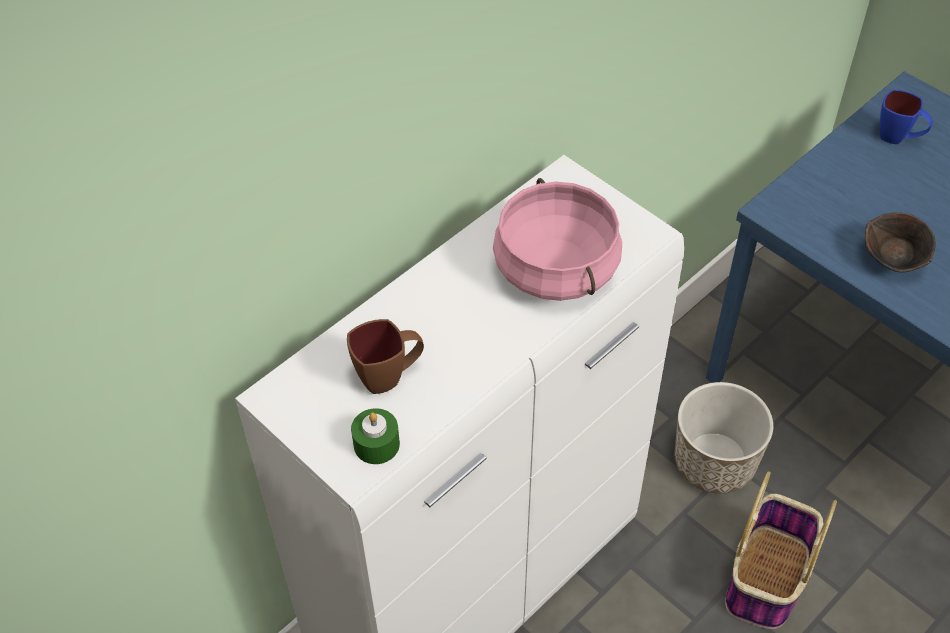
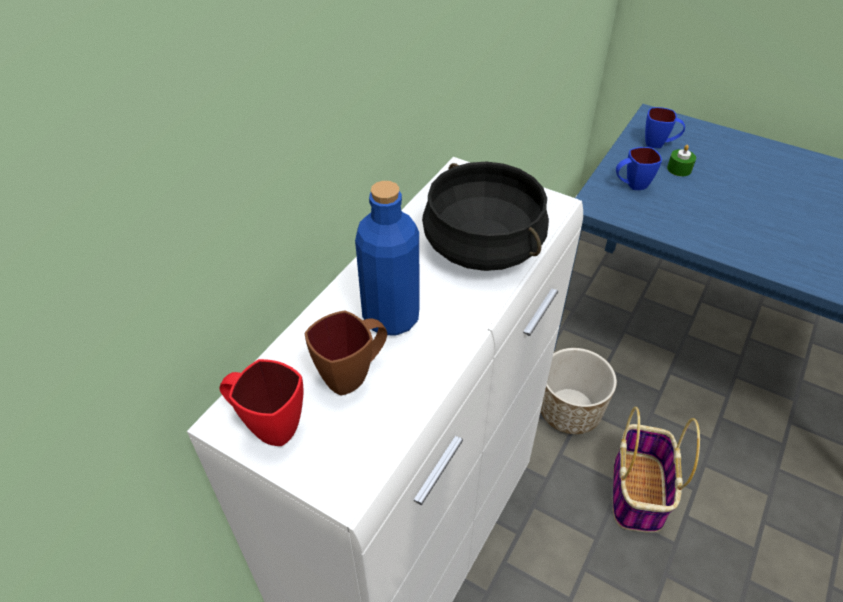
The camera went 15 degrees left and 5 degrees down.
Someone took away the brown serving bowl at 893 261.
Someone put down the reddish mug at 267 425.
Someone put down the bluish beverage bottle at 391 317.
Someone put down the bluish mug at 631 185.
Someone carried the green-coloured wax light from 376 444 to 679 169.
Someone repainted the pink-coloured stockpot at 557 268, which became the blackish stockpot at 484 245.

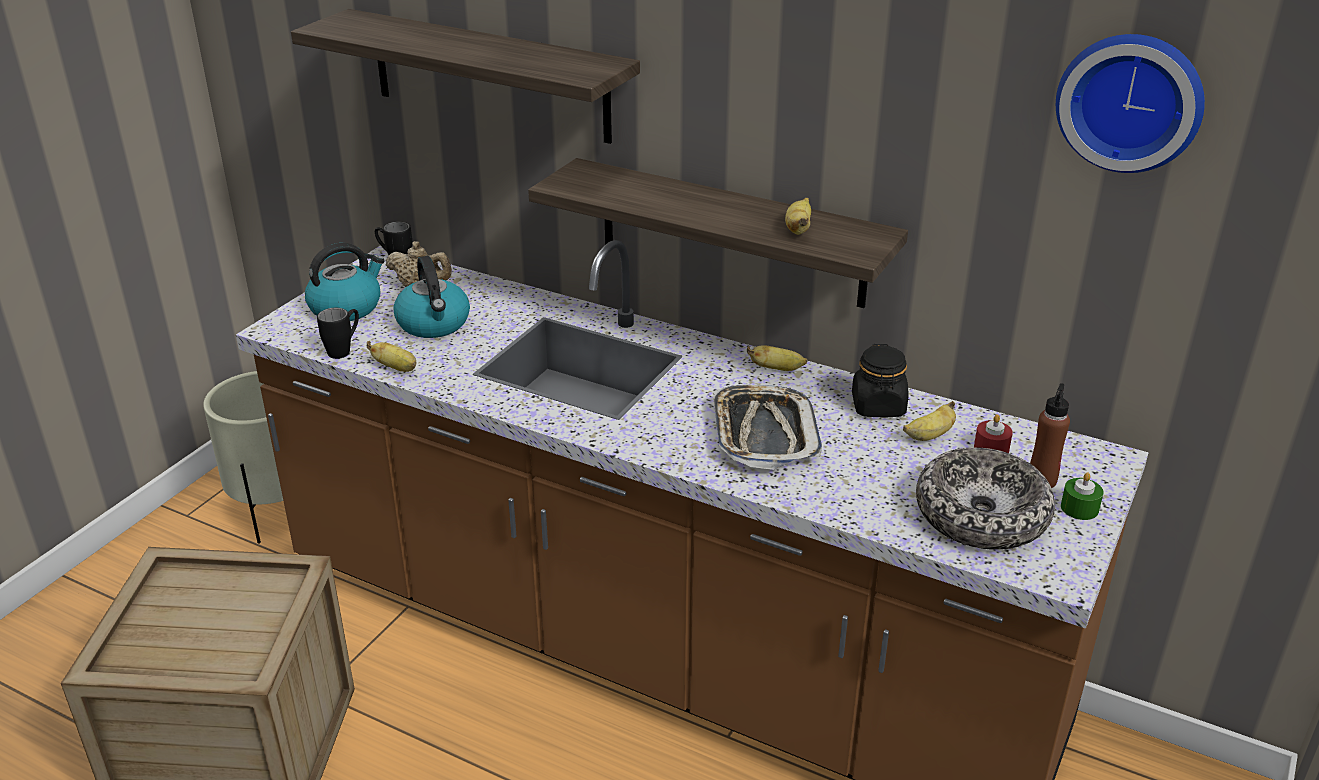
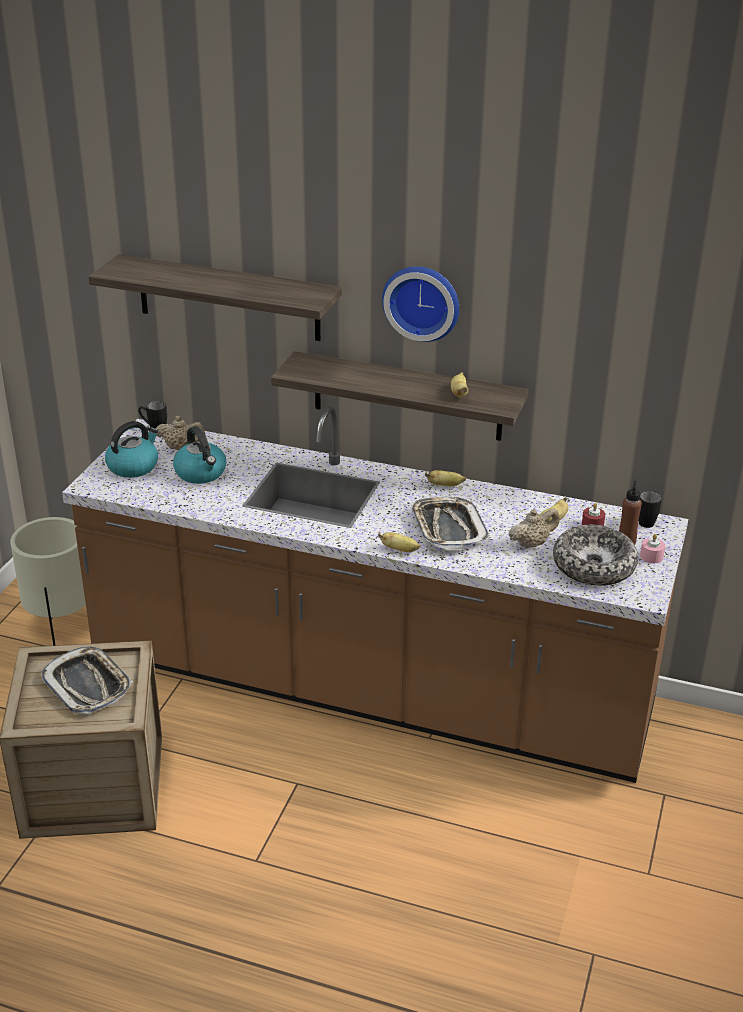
The camera went 10 degrees left and 0 degrees up.
Someone took away the blackish jar at 878 406.
Someone put down the tray at 88 685.
Someone put down the beige-coloured tea pot at 532 544.
Someone carried the blackish mug from 344 350 to 647 520.
Someone carried the whole banana from 396 368 to 400 550.
Someone carried the hanging clock from 1130 100 to 422 301.
Someone repainted the green-coloured wax light at 1079 508, which became the pink-coloured wax light at 651 556.

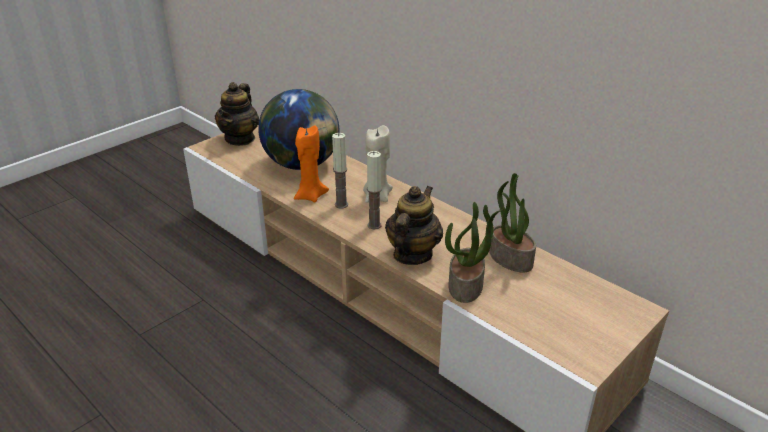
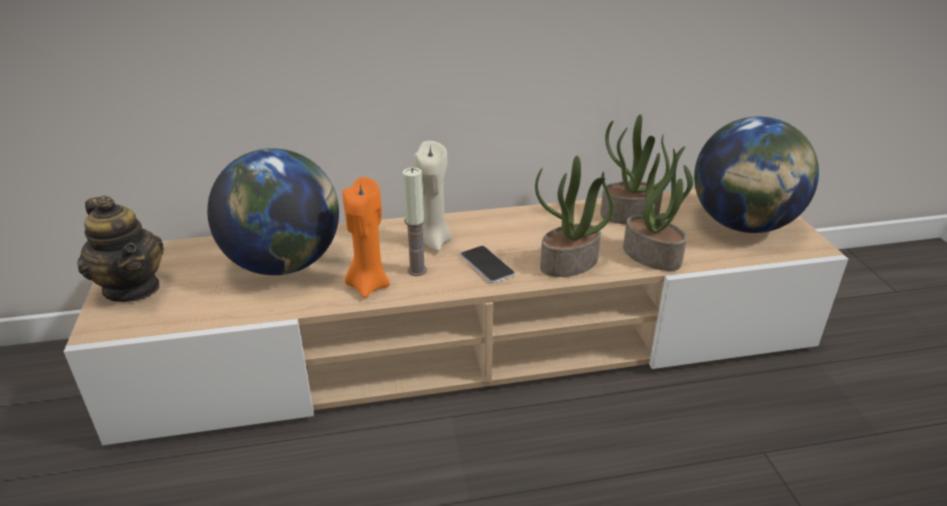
The camera went 55 degrees left and 0 degrees up.
Someone put down the desk globe at 743 225.
Someone swapped the wax light at 374 225 for the handset at 487 265.
Someone swapped the tea pot at 412 254 for the plant in a pot at 569 264.

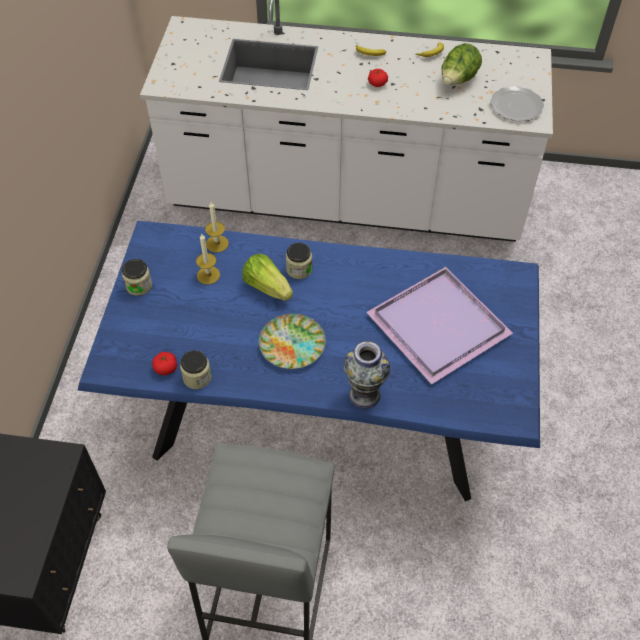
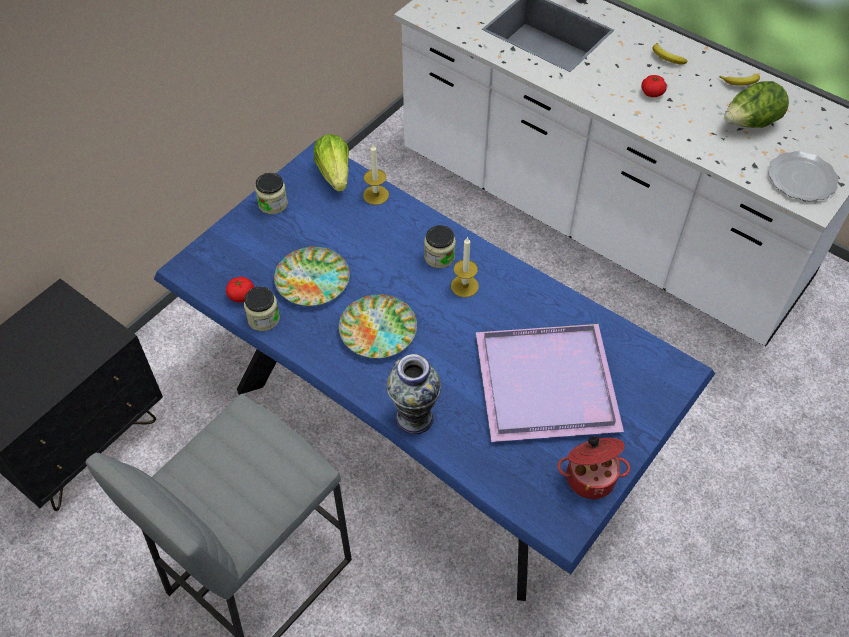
The camera went 30 degrees right and 0 degrees up.
Someone put down the plate at 312 279.
Someone put down the stockpot at 590 476.
Someone carried the wax light from 208 275 to 464 286.
Someone carried the lettuce from 267 287 to 335 174.

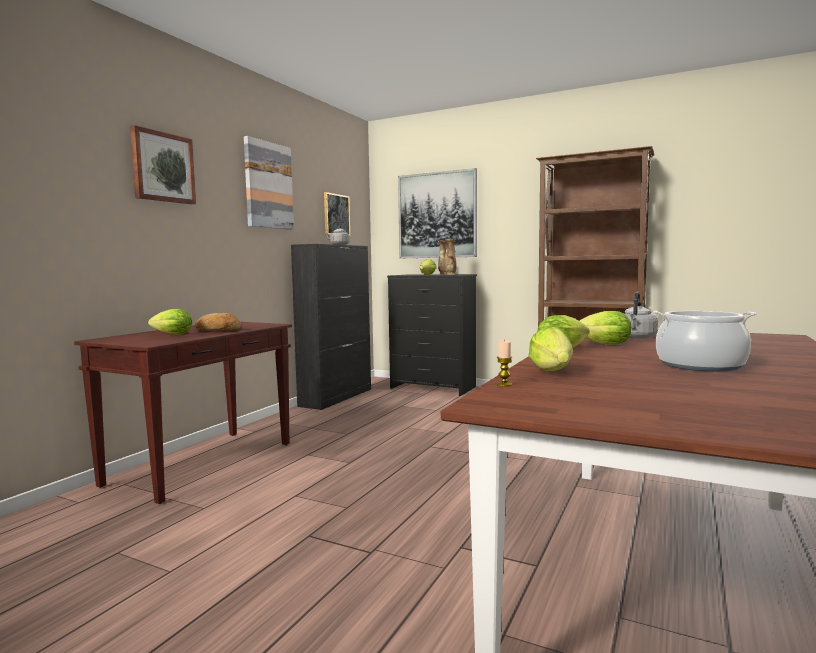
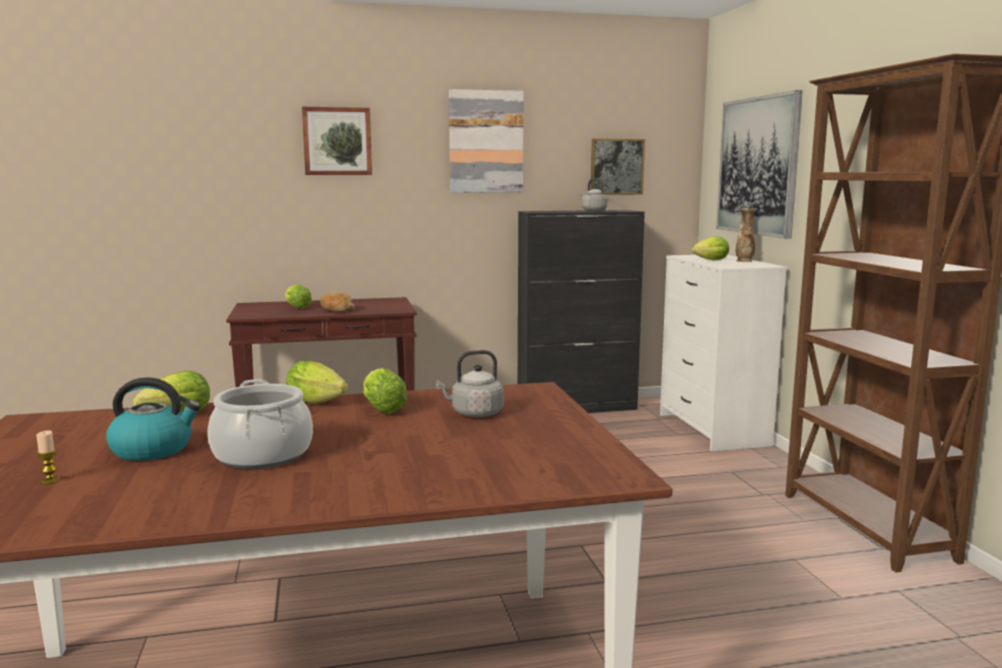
The camera went 50 degrees right and 5 degrees up.
Someone took away the decorative vase at 450 274.
Someone put down the tea kettle at 153 449.
Someone carried the wax light from 504 384 to 50 481.
Someone repainted the blackish drawer chest at 432 387, which became the white-coloured drawer chest at 712 429.

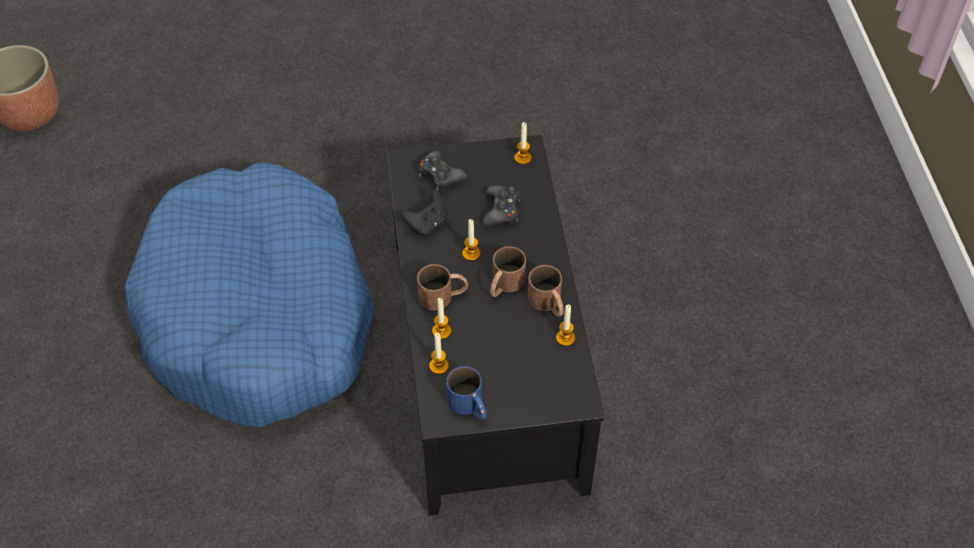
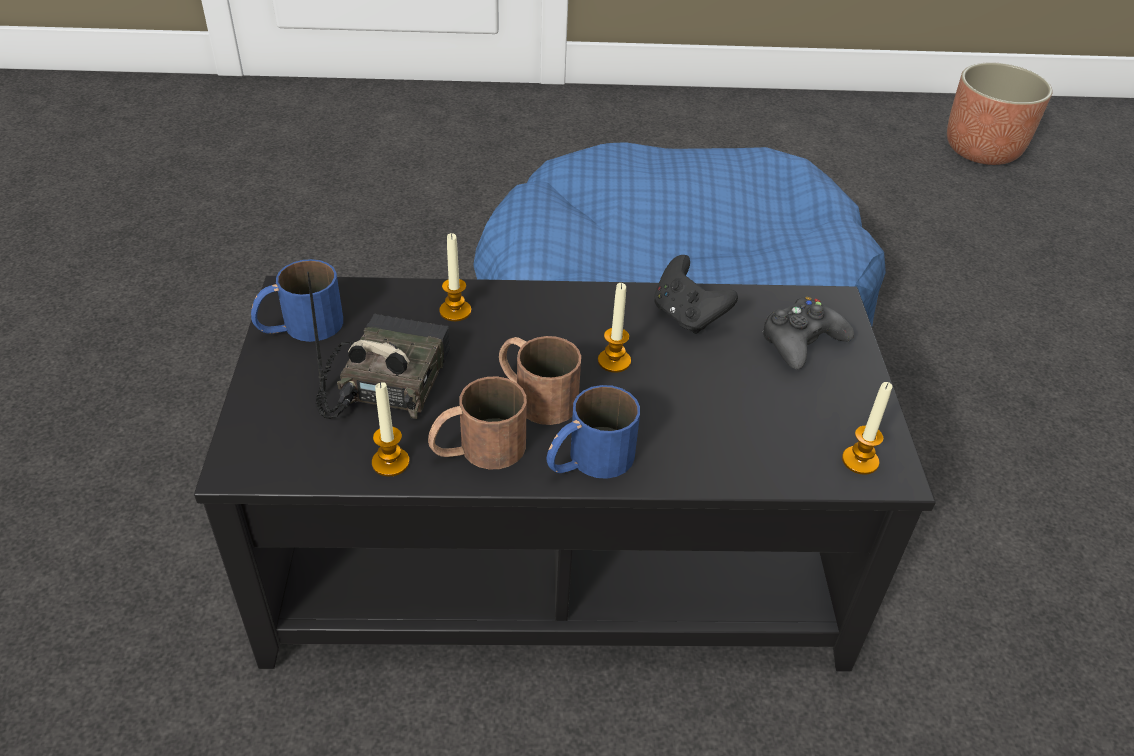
The camera went 95 degrees right and 10 degrees down.
Someone took away the brown mug at 443 295.
Someone took away the wax light at 439 366.
Someone took away the blackish game controller at 501 210.
Someone put down the radio at 385 380.
Someone put down the bluish mug at 588 460.

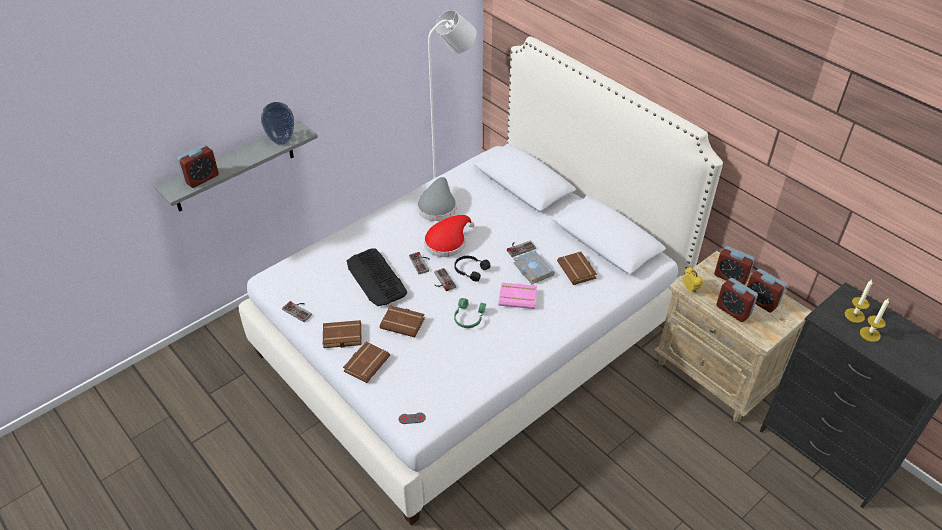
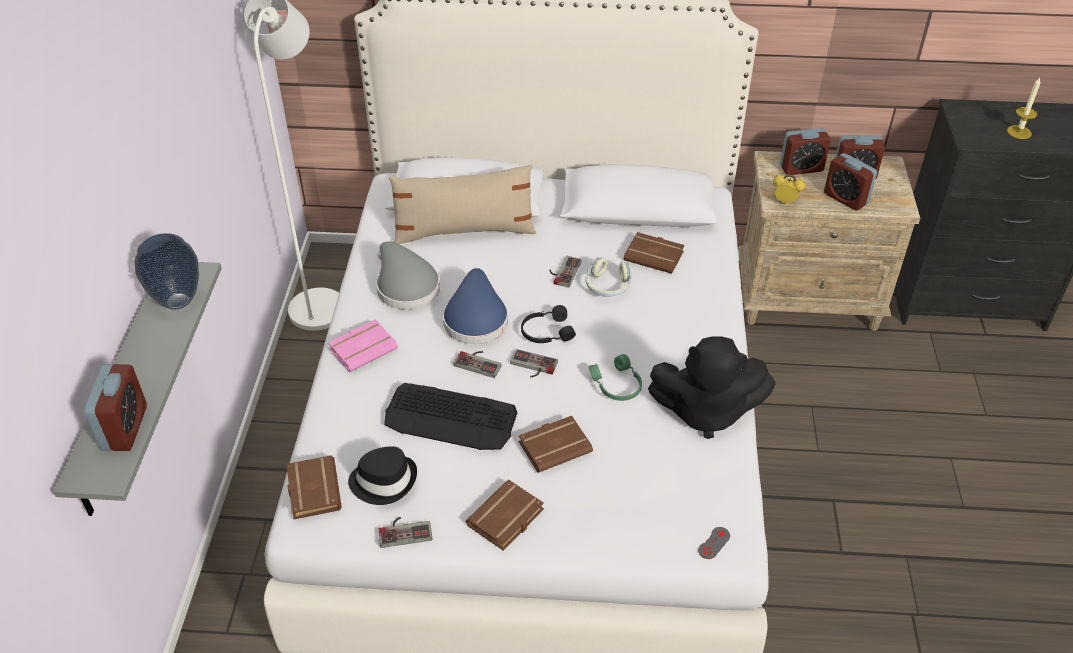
The camera went 45 degrees left and 0 degrees up.
Someone took away the wax light at 854 315.
Someone put down the blackish hat at 384 480.
Someone put down the beige-coloured pillow at 464 231.
Someone put down the blackish soft toy at 705 411.
Someone carried the brown volume from 366 363 to 312 490.
Someone carried the pink-coloured volume from 518 297 to 363 348.
Someone swapped the greyish volume at 531 269 for the headset at 608 286.
Someone repainted the reddish hat at 447 242, which became the bluish hat at 475 318.
Someone rotated the alarm clock at 733 311 by 45 degrees clockwise.

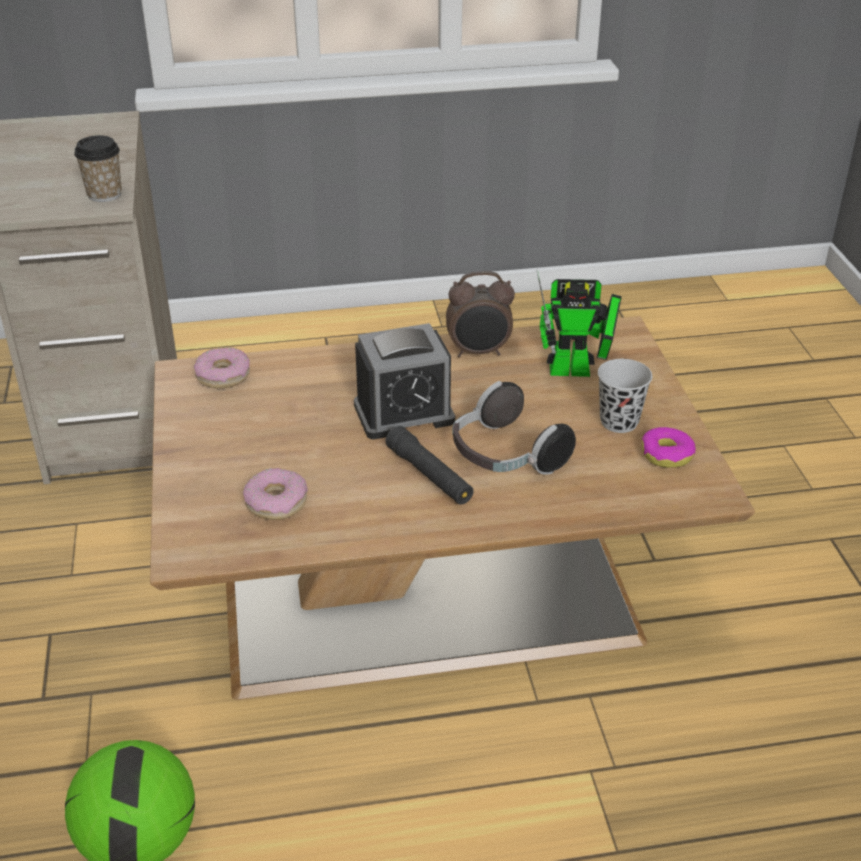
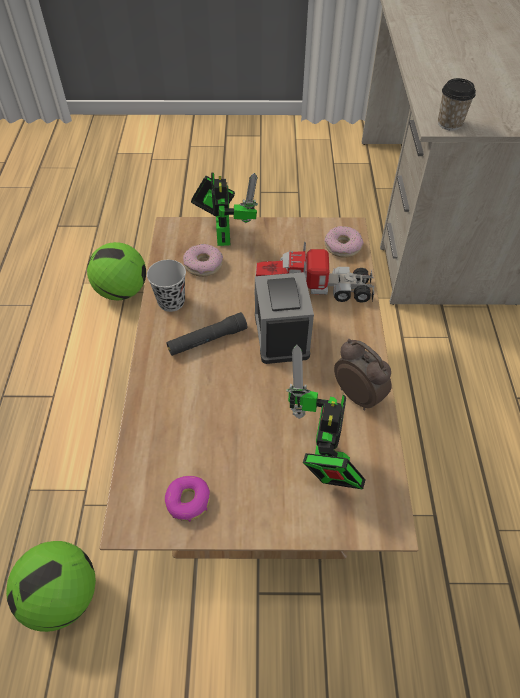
The camera went 100 degrees right and 15 degrees up.
Someone took away the headset at 505 456.
Someone put down the football at 62 596.
Someone put down the toy robot at 223 233.
Someone put down the toy truck at 313 289.
Someone carried the blackish drinking cup from 619 422 to 171 302.
Someone rotated the alarm clock at 479 352 by 135 degrees clockwise.

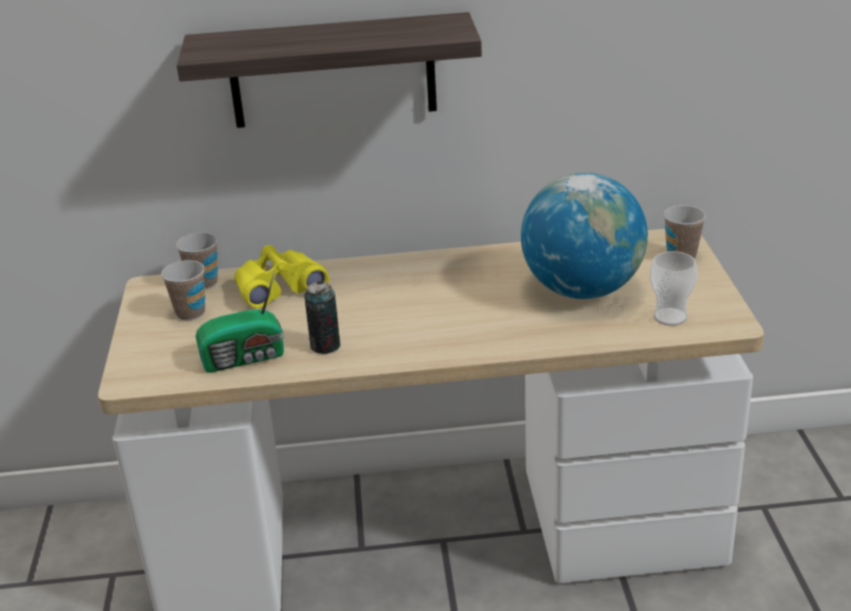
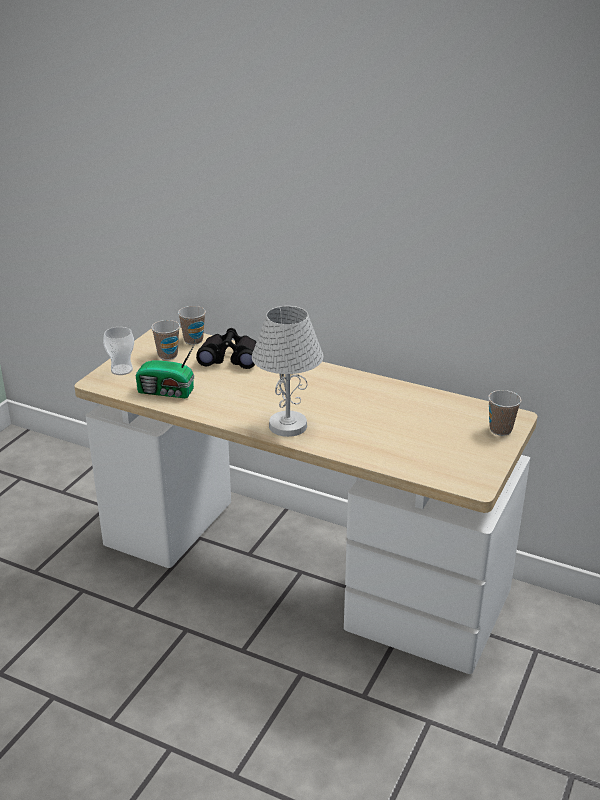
The camera went 30 degrees right and 0 degrees up.
Someone took away the wall shelf at 332 71.
Someone took away the metal can at 325 346.
Someone took away the desk globe at 582 290.
Someone put down the white-coloured table lamp at 287 426.
Someone carried the drinking cup from 670 317 to 121 370.
Someone repainted the yellowish pair of binoculars at 279 288, which became the blackish pair of binoculars at 229 358.

